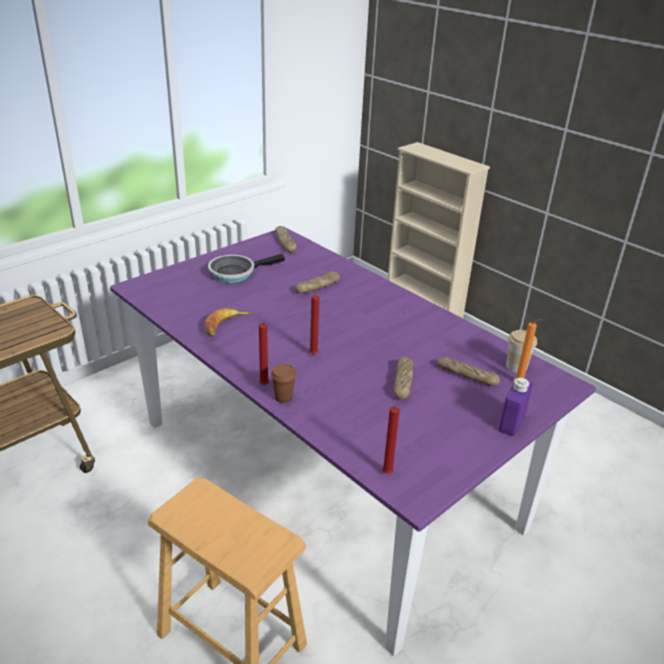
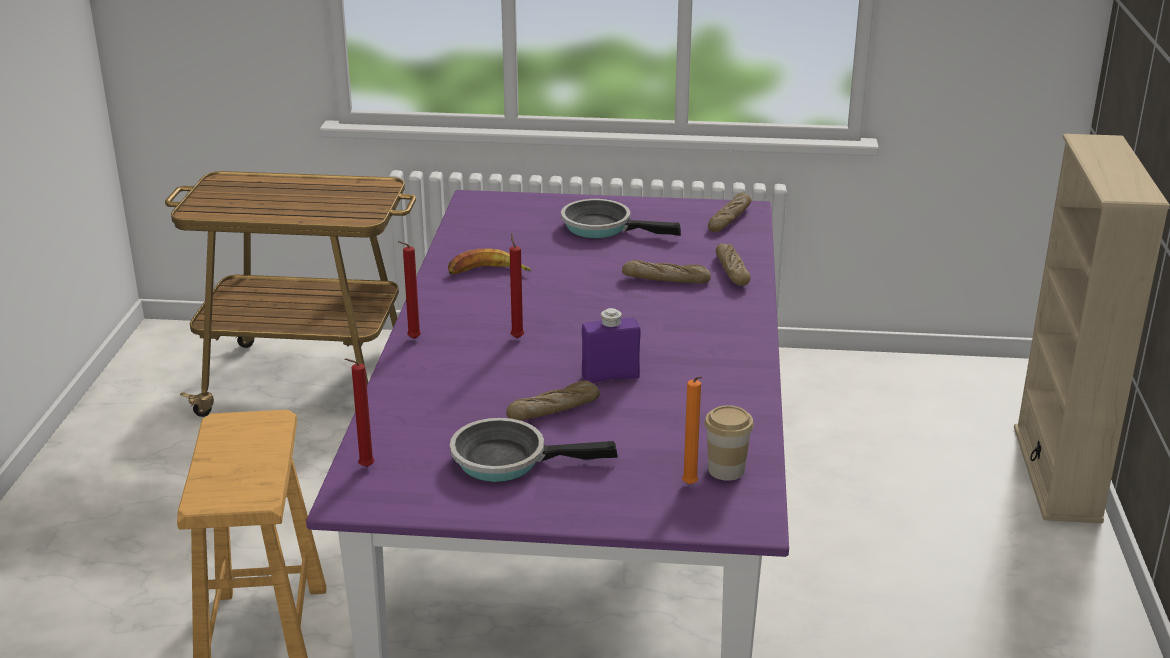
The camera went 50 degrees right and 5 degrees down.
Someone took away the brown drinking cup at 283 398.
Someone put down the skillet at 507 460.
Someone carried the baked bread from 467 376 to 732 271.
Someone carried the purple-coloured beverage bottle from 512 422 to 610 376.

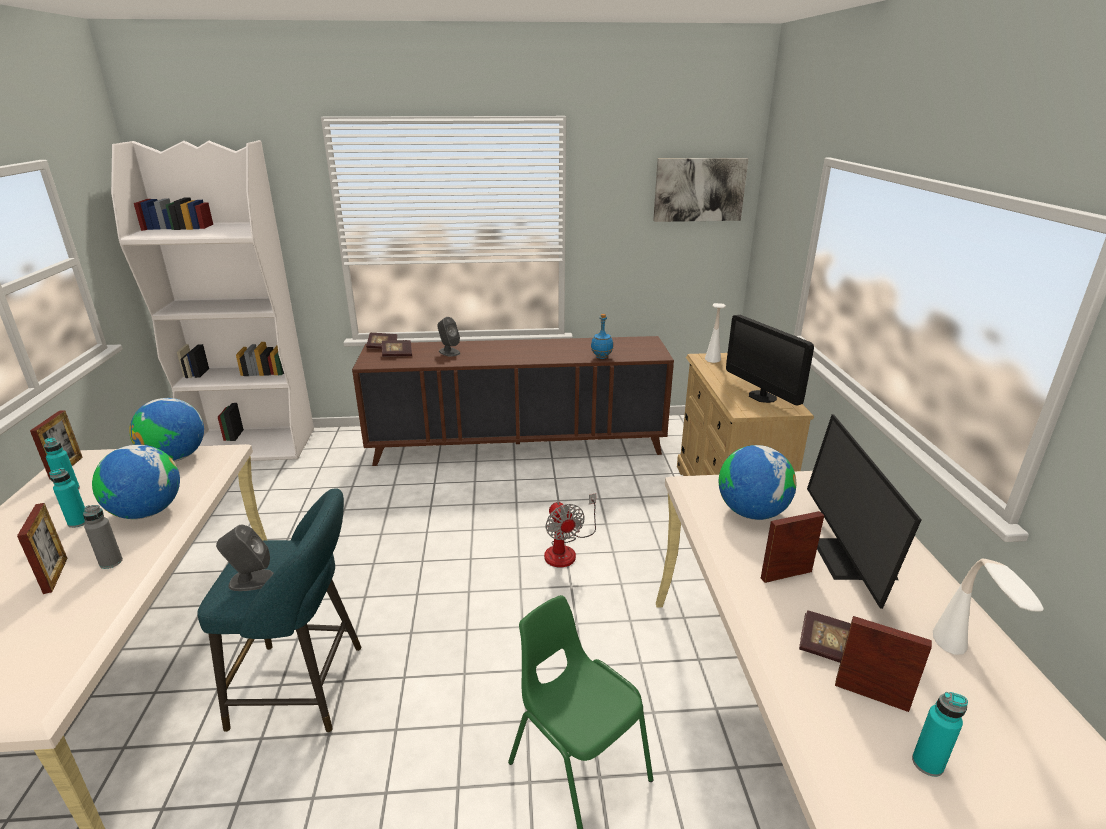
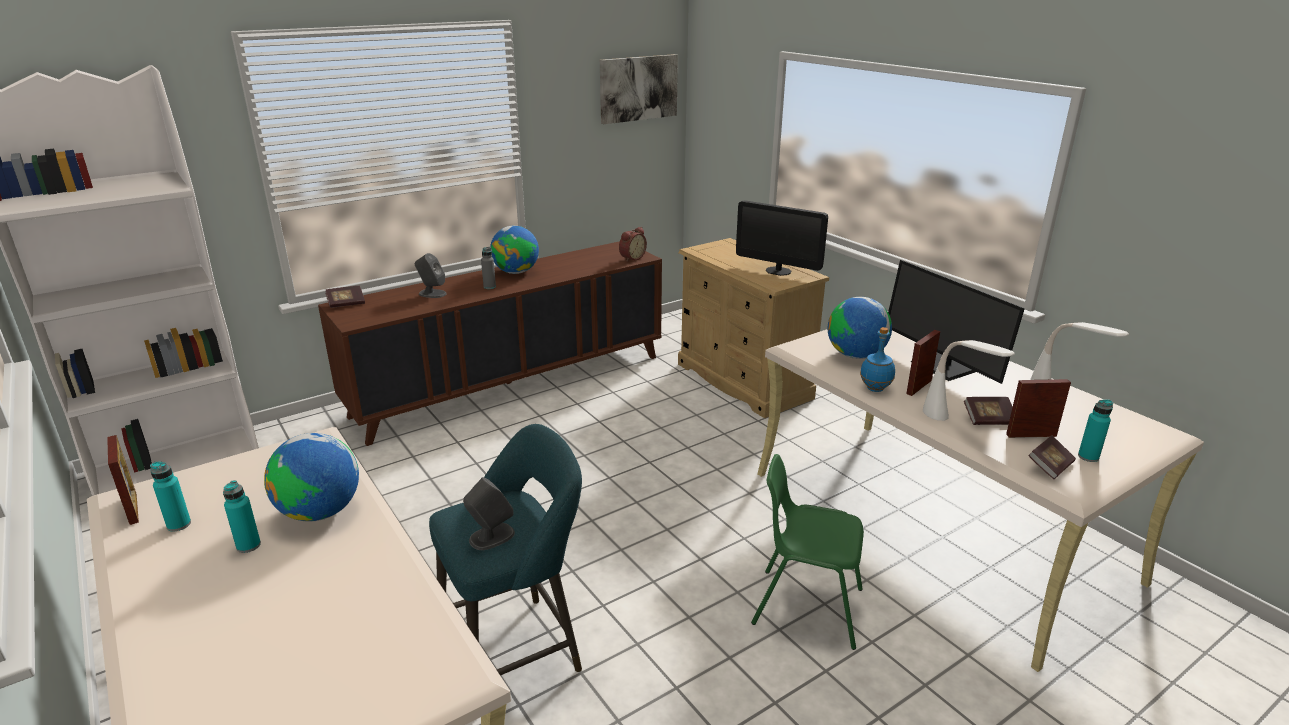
The camera went 30 degrees left and 0 degrees up.
Someone took away the standing frame at 55 575.
Someone took away the electric fan at 566 550.
Someone put down the alarm clock at 631 258.
Someone carried the greyish beverage bottle from 111 562 to 489 287.
Someone carried the desk globe from 176 457 to 516 272.
Someone carried the volume from 397 354 to 1050 466.
Someone carried the bluish beverage bottle from 601 357 to 875 389.
Someone carried the white-coloured table lamp from 711 367 to 955 430.

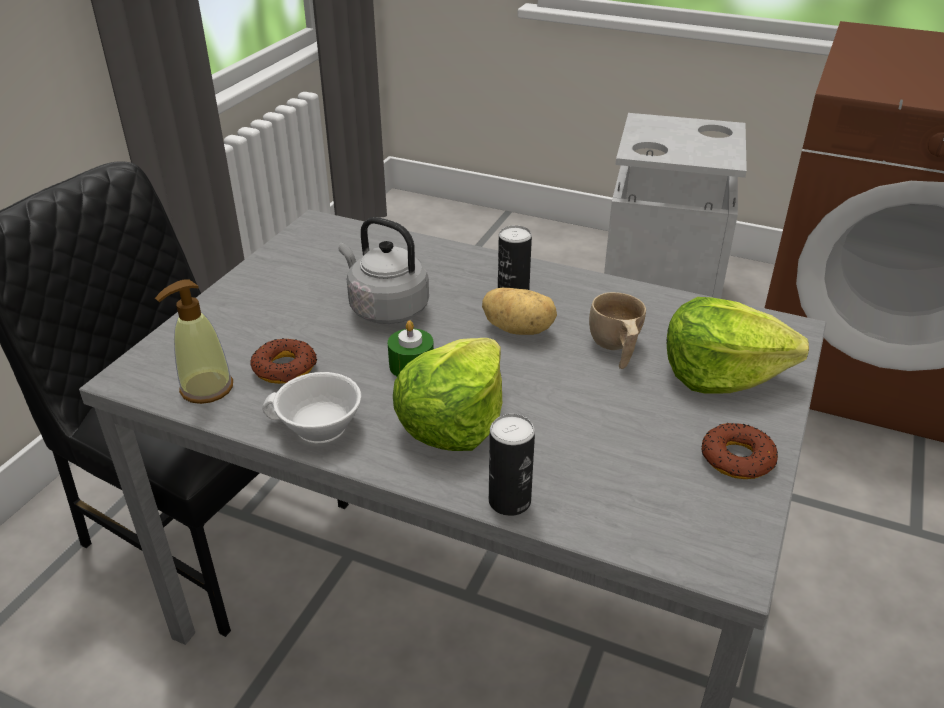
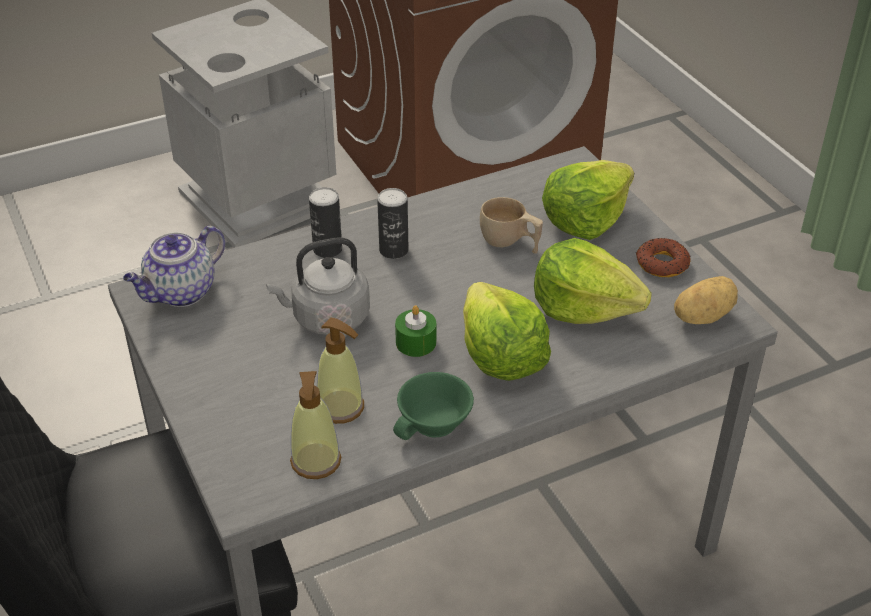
The camera went 50 degrees left and 5 degrees up.
Someone put down the tea pot at 180 293.
Someone put down the lettuce at 584 307.
Someone carried the spud from 519 329 to 701 316.
Someone carried the metal can from 509 501 to 327 249.
Someone swapped the doughnut at 285 368 for the soap dispenser at 340 407.
Someone repainted the white-coloured drinking cup at 317 428, which became the green-coloured drinking cup at 435 424.

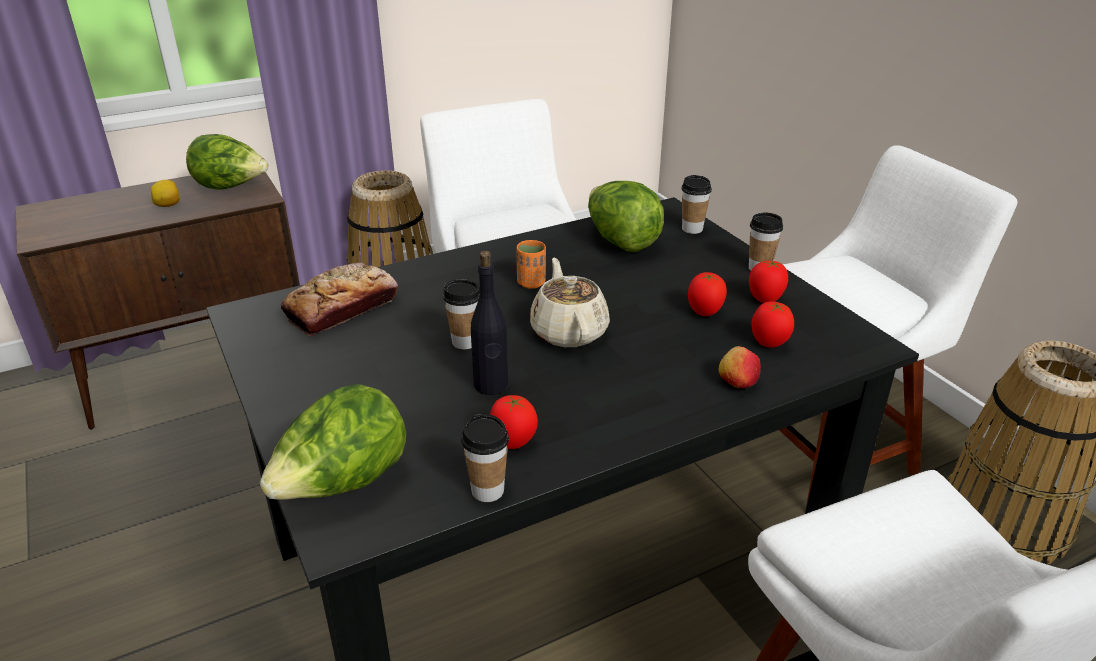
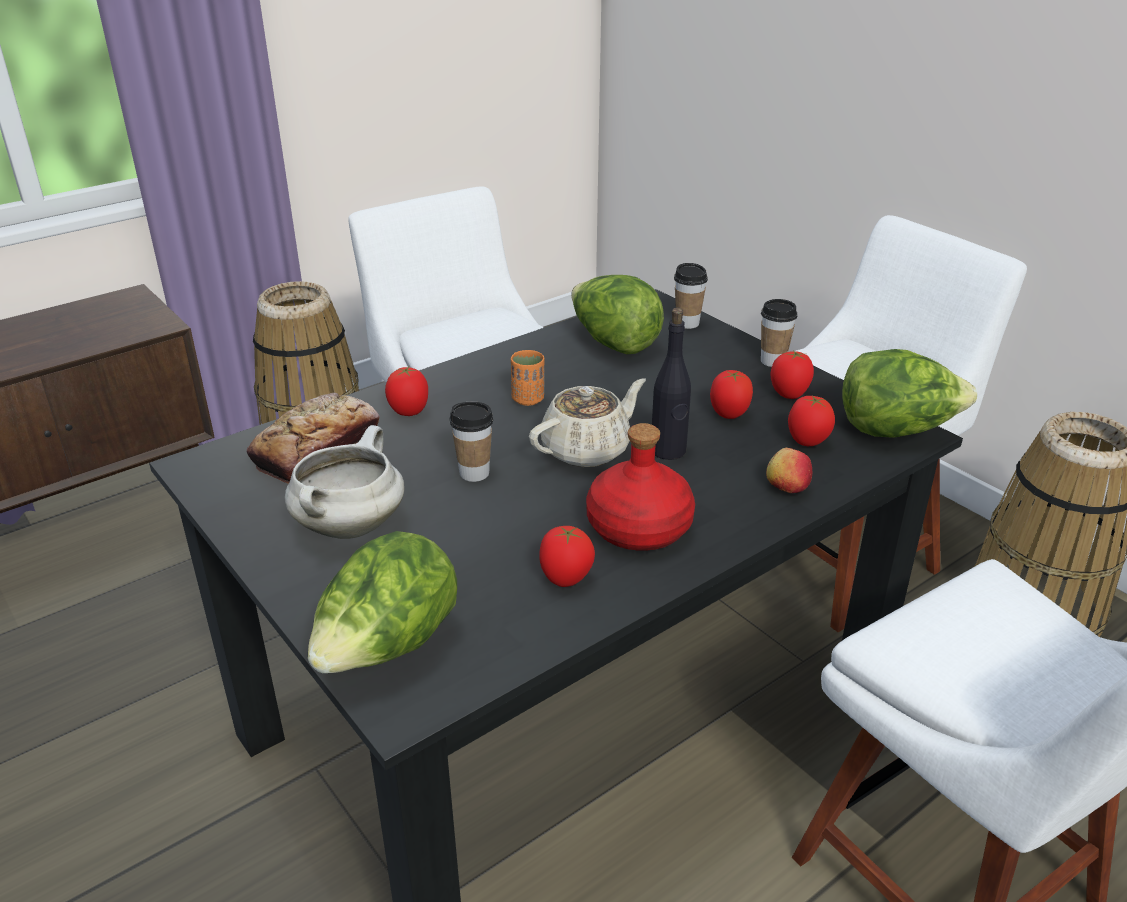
The camera went 10 degrees left and 0 degrees up.
Someone took away the citrus fruit at 168 205.
Someone took away the drinking cup at 487 491.
Someone put down the white-coloured stockpot at 350 525.
Someone put down the fresh tomato at 409 412.
Someone put down the reddish beverage bottle at 640 528.
Someone carried the lettuce from 231 187 to 896 430.
Someone carried the blackish beverage bottle from 491 385 to 668 451.
Someone rotated the beige-coloured tea pot at 569 331 by 75 degrees clockwise.

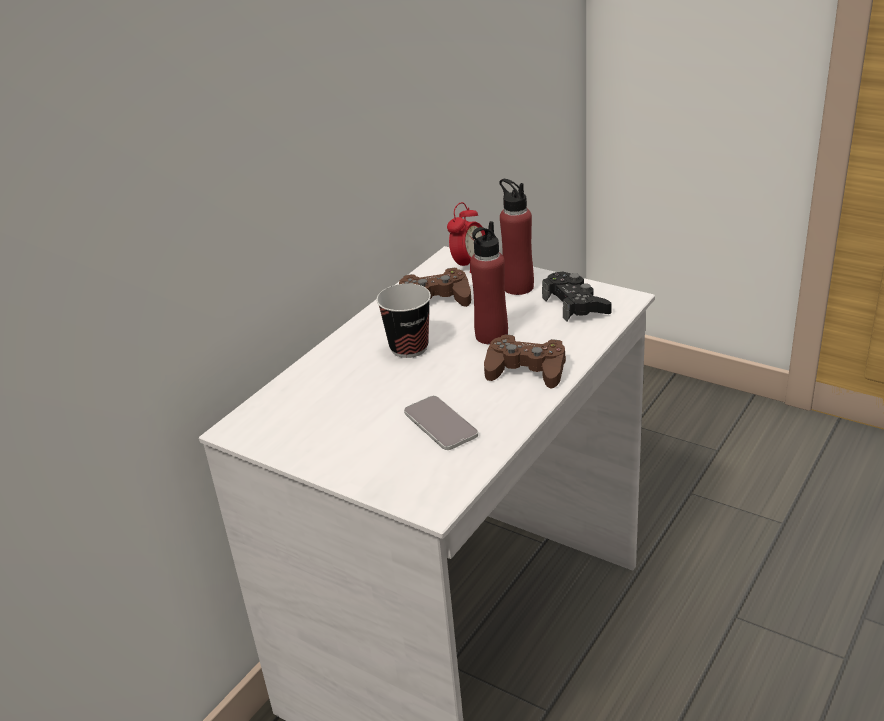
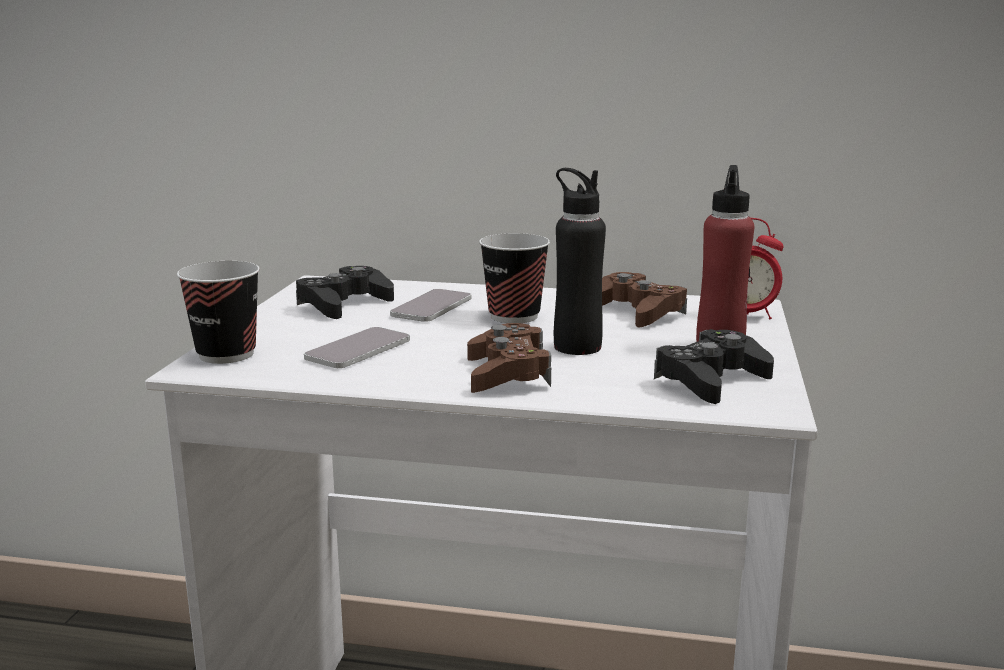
The camera went 65 degrees right and 15 degrees down.
Someone put down the drinking cup at 226 354.
Someone put down the blackish game controller at 344 304.
Someone put down the handset at 431 307.
Someone repainted the reddish beverage bottle at 491 335, which became the blackish beverage bottle at 577 347.

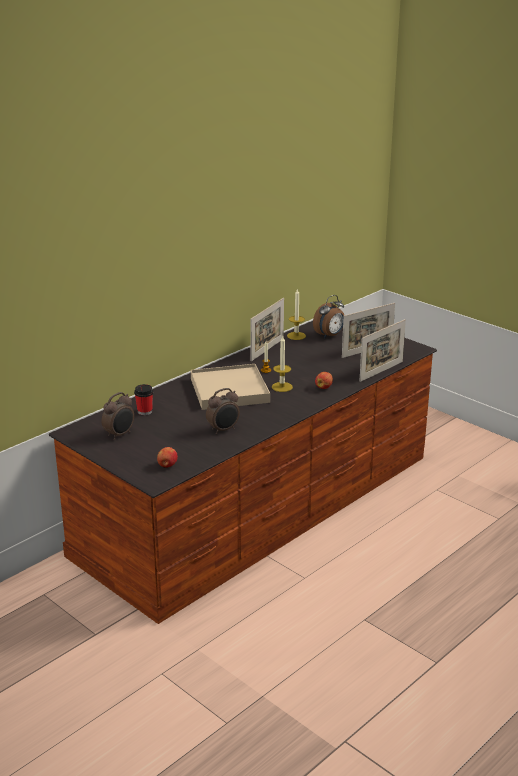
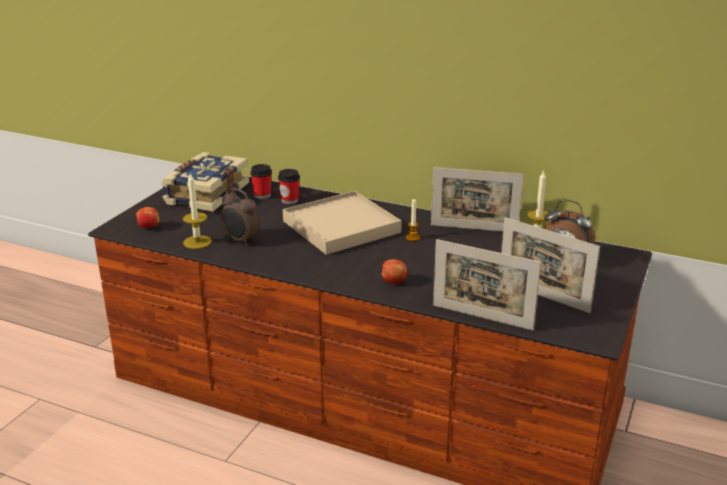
The camera went 70 degrees right and 0 degrees up.
Someone put down the drinking cup at 289 200.
Someone carried the wax light from 282 387 to 197 242.
Someone swapped the alarm clock at 120 435 for the volume at 205 194.

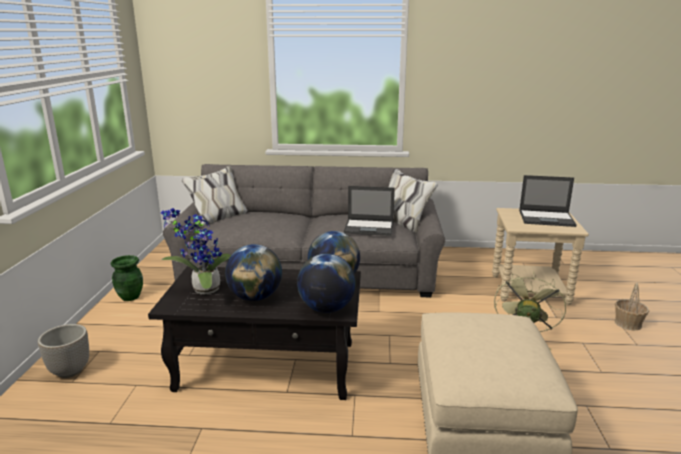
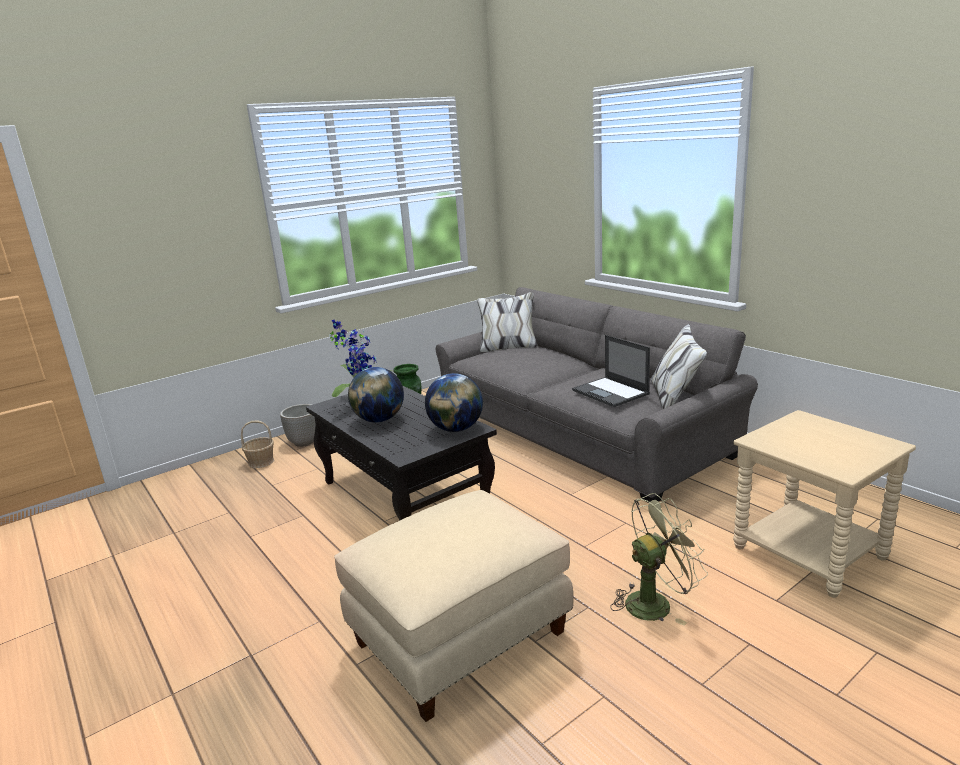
The camera went 50 degrees right and 0 degrees up.
Someone took away the desk globe at 326 309.
Someone took away the laptop at 547 218.
Someone carried the storage basket from 627 323 to 261 462.

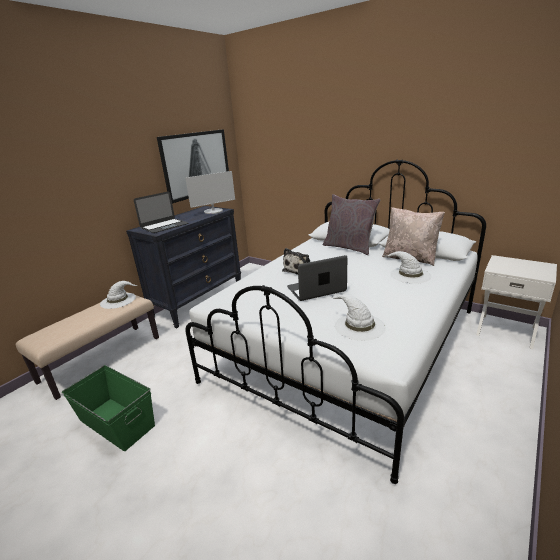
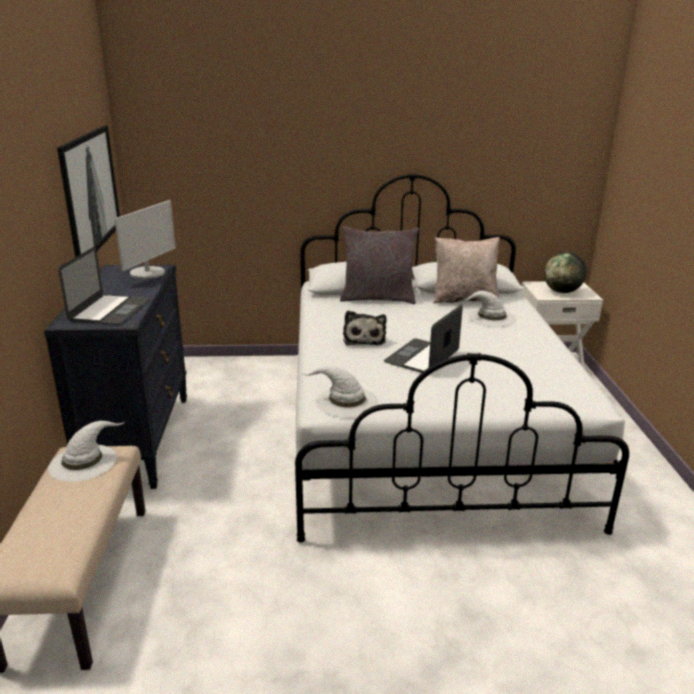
The camera went 40 degrees left and 0 degrees up.
Someone took away the green-coloured storage container at 117 422.
Someone put down the desk globe at 562 292.
Someone carried the white-coloured hat from 358 326 to 346 402.

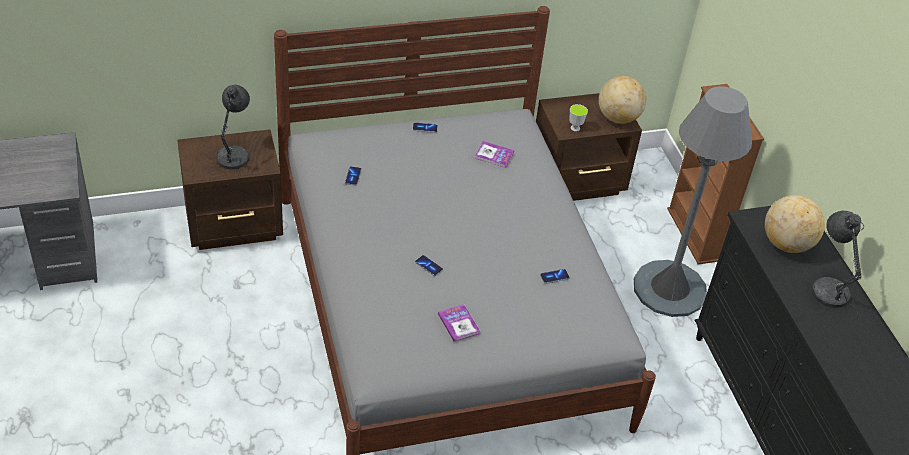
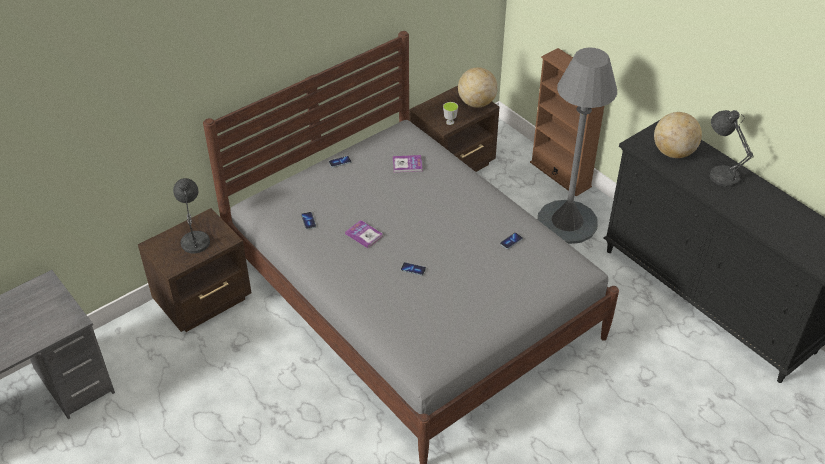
The camera went 20 degrees left and 0 degrees up.
Someone carried the volume from 458 324 to 364 235.

